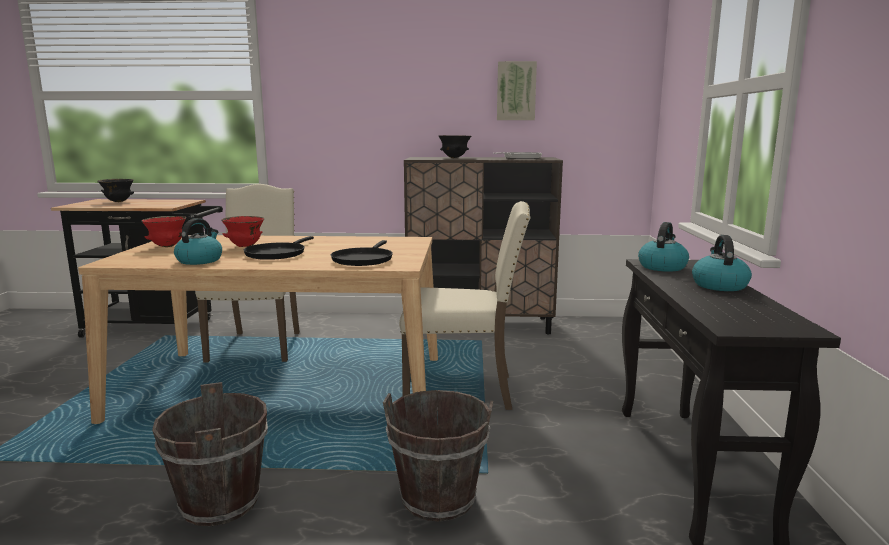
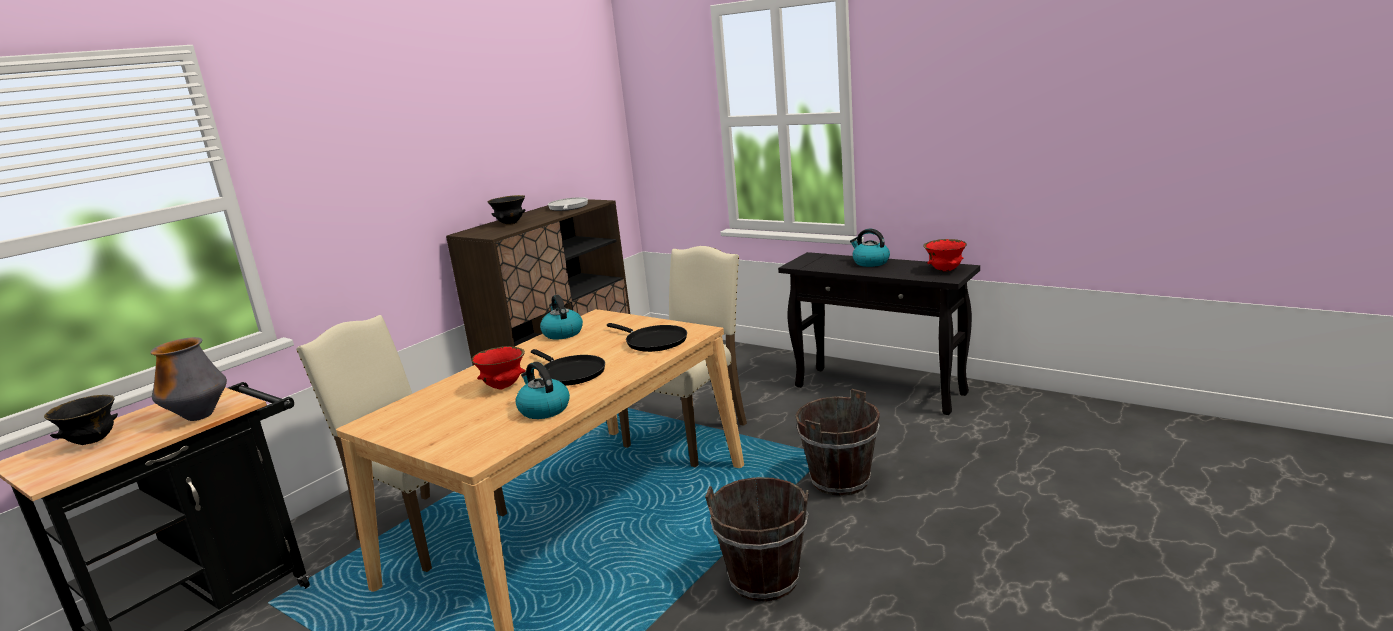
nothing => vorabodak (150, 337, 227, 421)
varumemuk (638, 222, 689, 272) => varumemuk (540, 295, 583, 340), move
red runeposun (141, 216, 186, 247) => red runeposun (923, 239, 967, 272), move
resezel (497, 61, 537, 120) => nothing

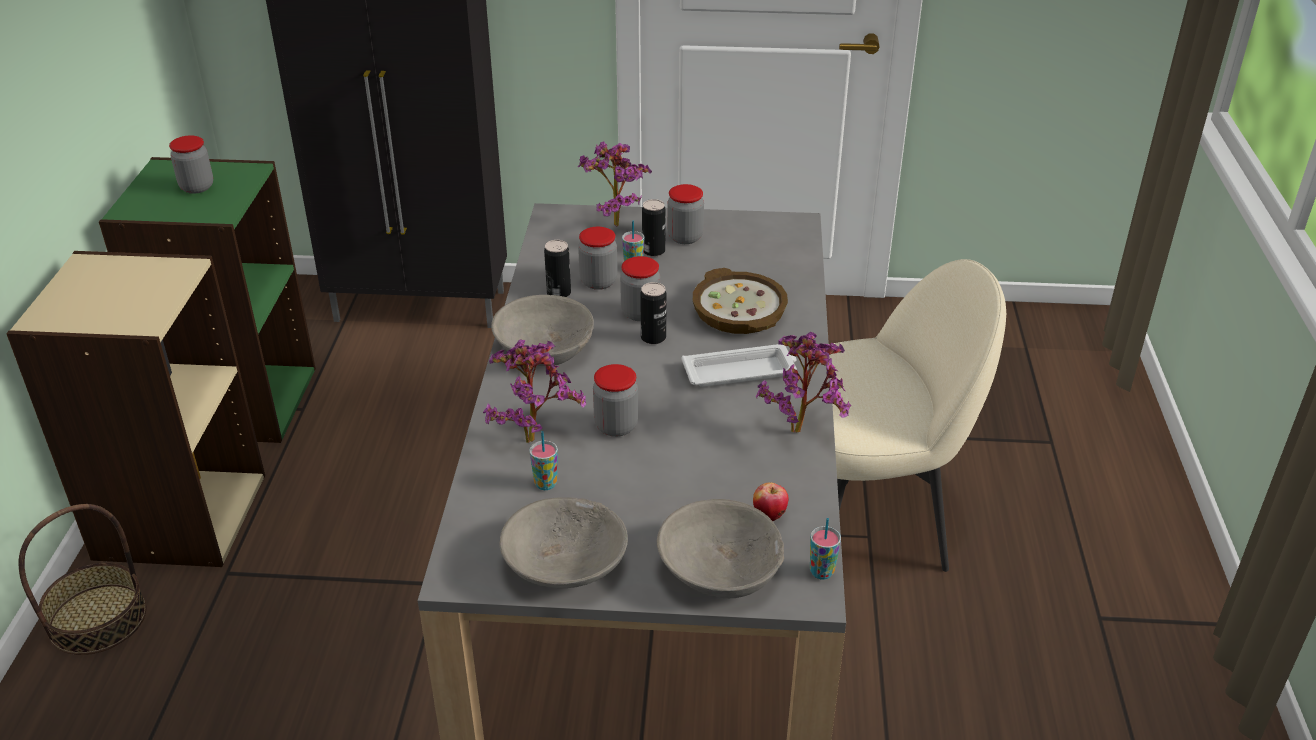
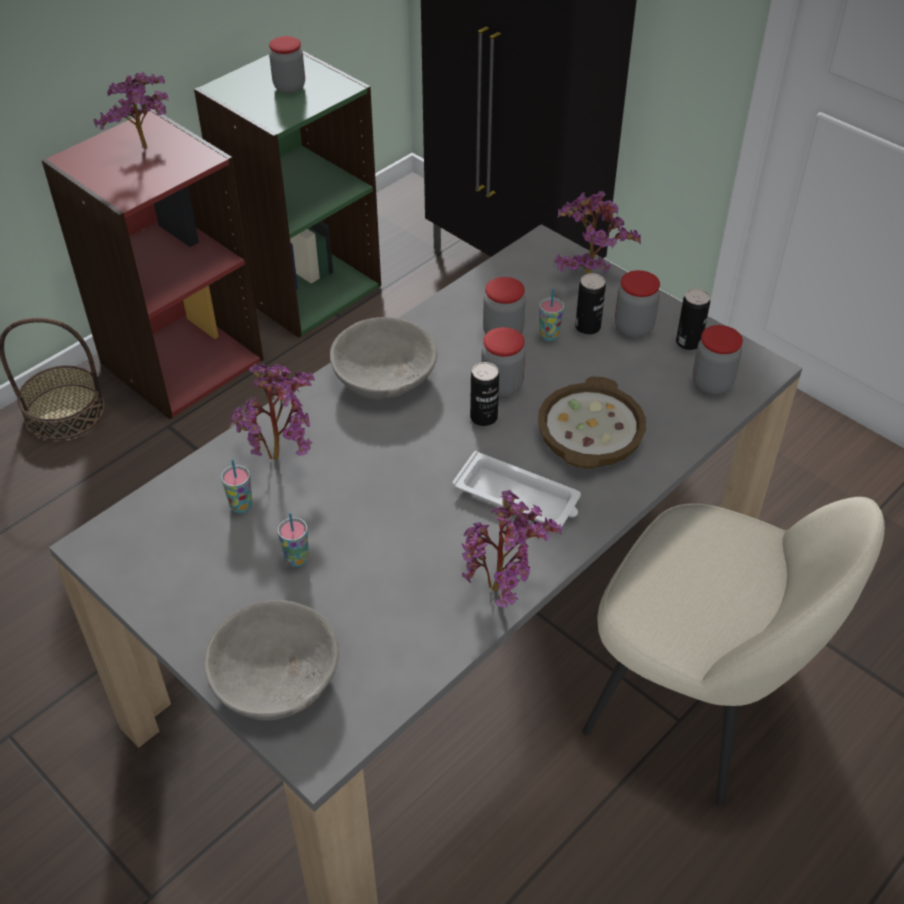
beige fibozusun (6, 251, 265, 567) => red fibozusun (41, 109, 264, 419)
nothing => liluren (93, 72, 169, 149)
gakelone (810, 518, 841, 580) => gakelone (278, 512, 309, 567), move
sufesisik (544, 240, 571, 297) => sufesisik (676, 288, 710, 350), move
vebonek (593, 364, 638, 437) => vebonek (692, 325, 743, 394), move
grey runeposun (500, 497, 628, 588) => nothing
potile (753, 482, 789, 521) => nothing

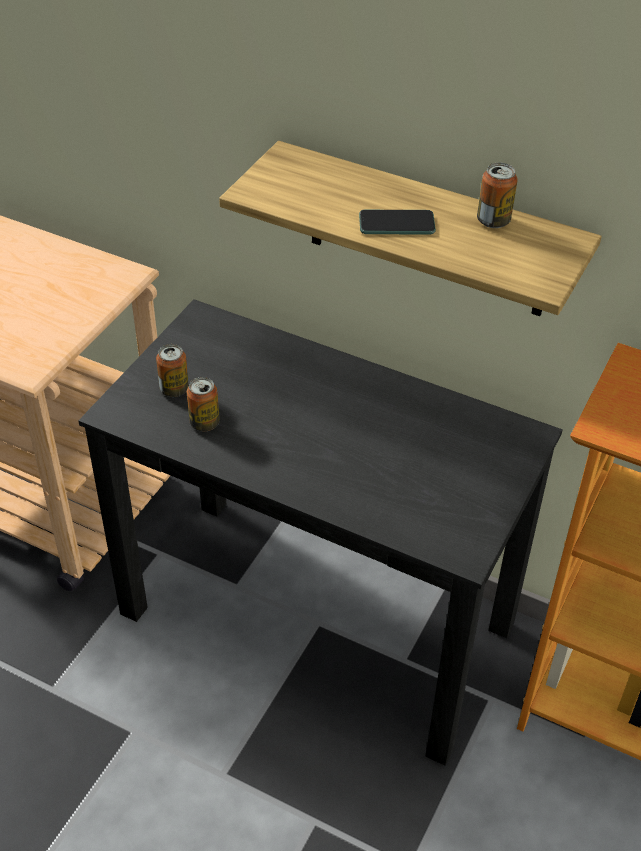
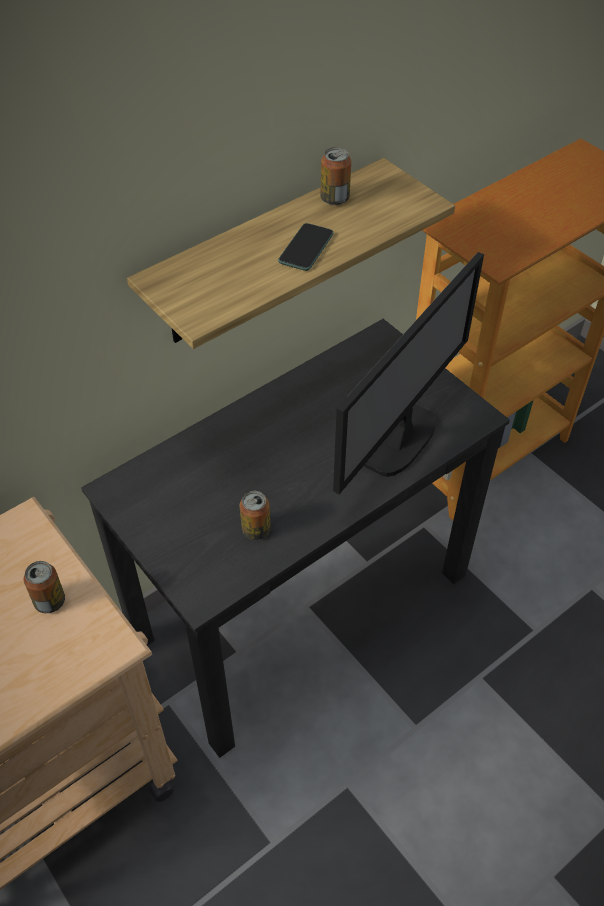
sufesisik (156, 344, 189, 397) => sufesisik (24, 561, 65, 613), move
nothing => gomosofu (333, 252, 484, 495)

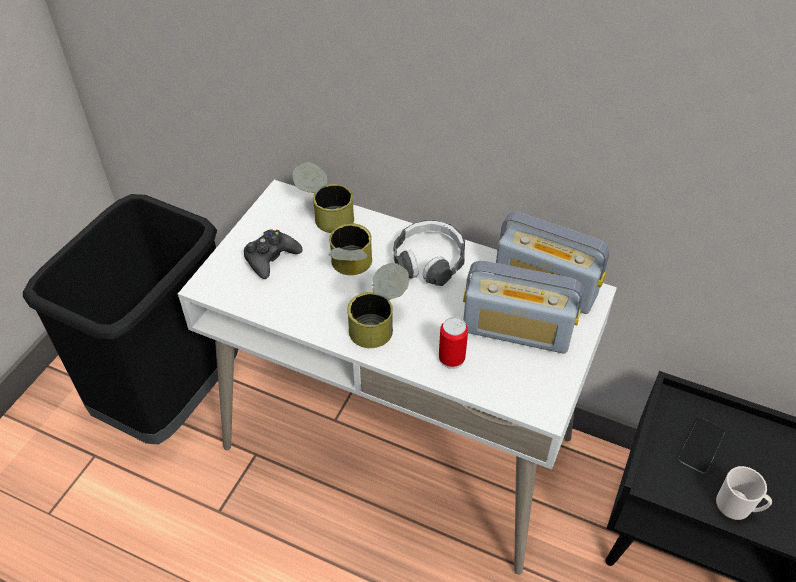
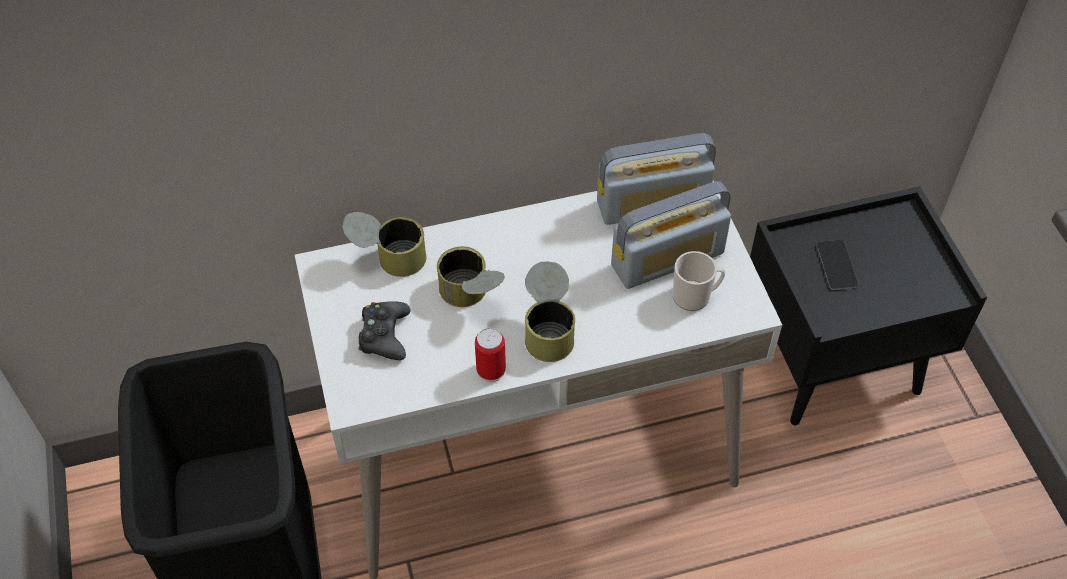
sufesisik (439, 317, 468, 369) => sufesisik (475, 328, 506, 382), move
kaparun (716, 466, 772, 520) => kaparun (673, 251, 725, 311), move
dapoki (393, 220, 465, 286) => nothing

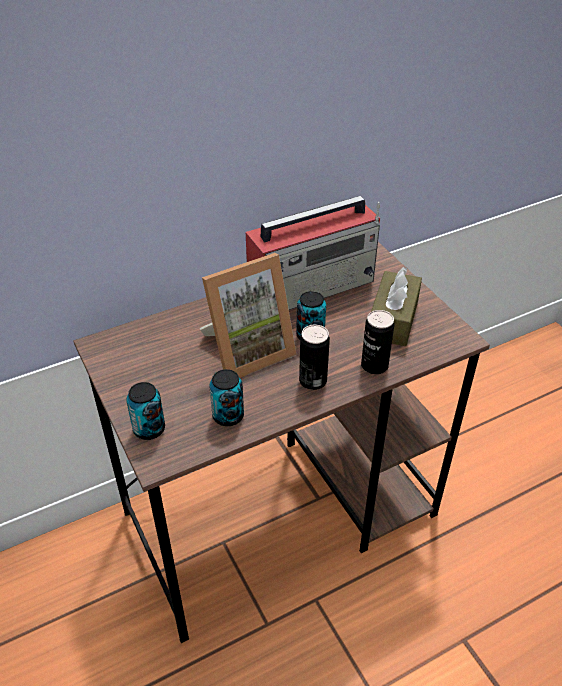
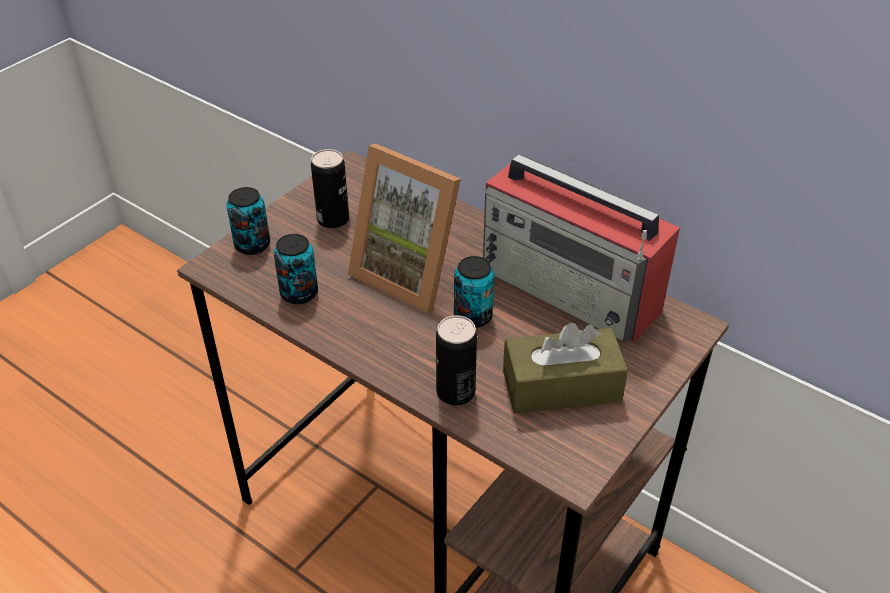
sufesisik (299, 324, 330, 390) => sufesisik (311, 149, 349, 228), move

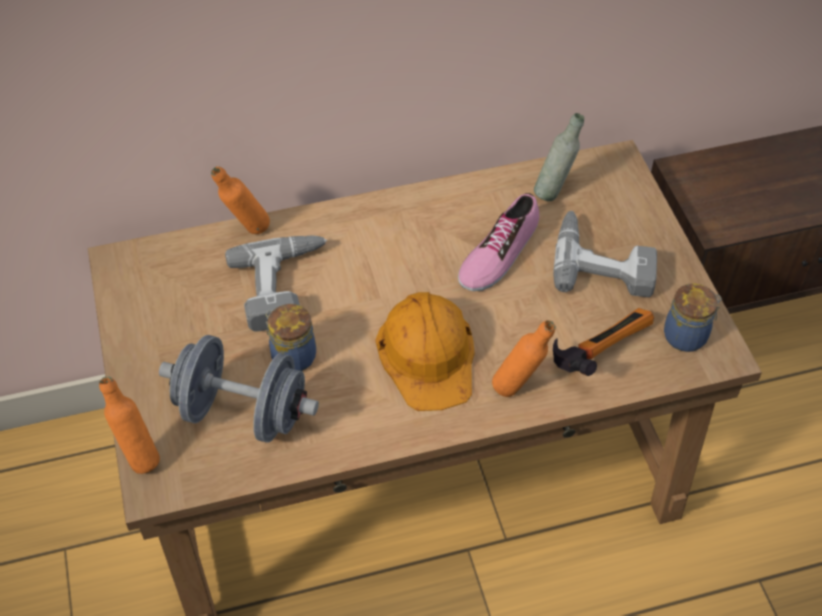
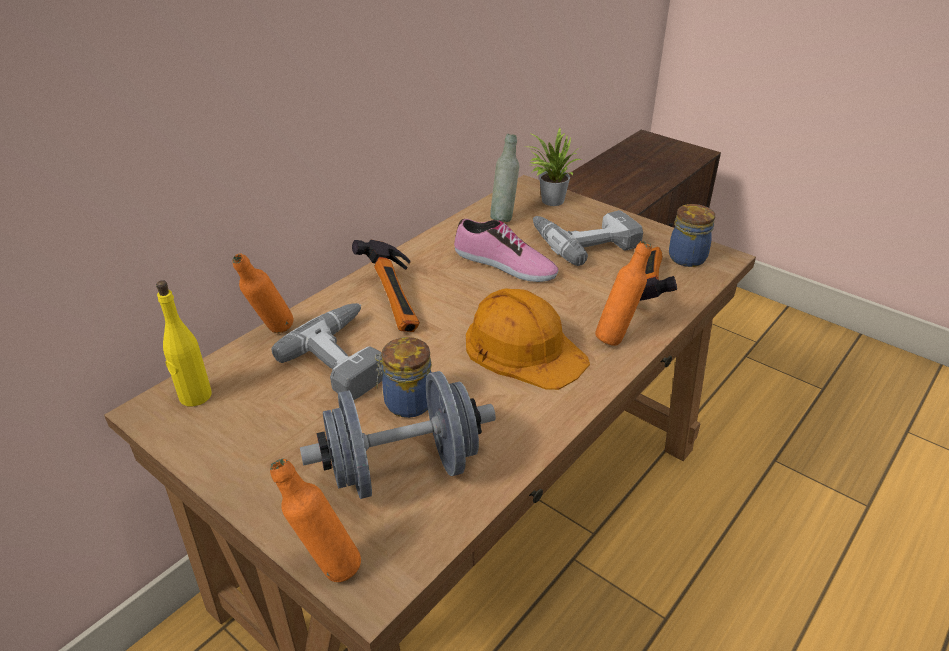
nothing => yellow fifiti (156, 280, 212, 406)
nothing => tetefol (352, 240, 420, 332)
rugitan (458, 193, 539, 291) => rugitan (454, 219, 558, 282), 60 degrees counterclockwise
nothing => liluren (526, 128, 581, 206)

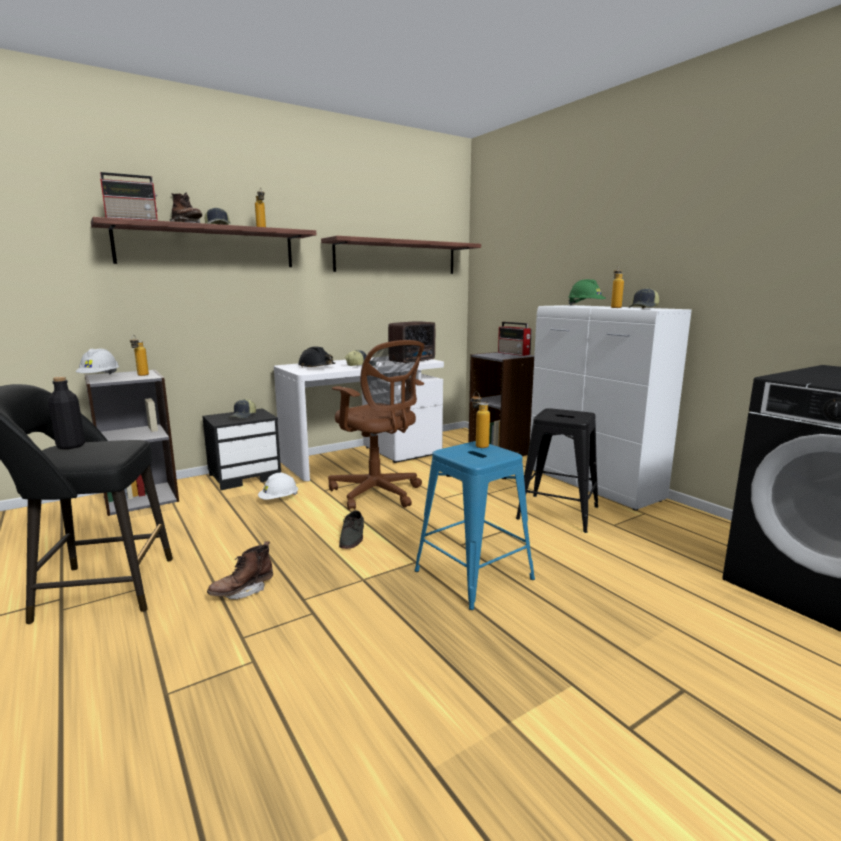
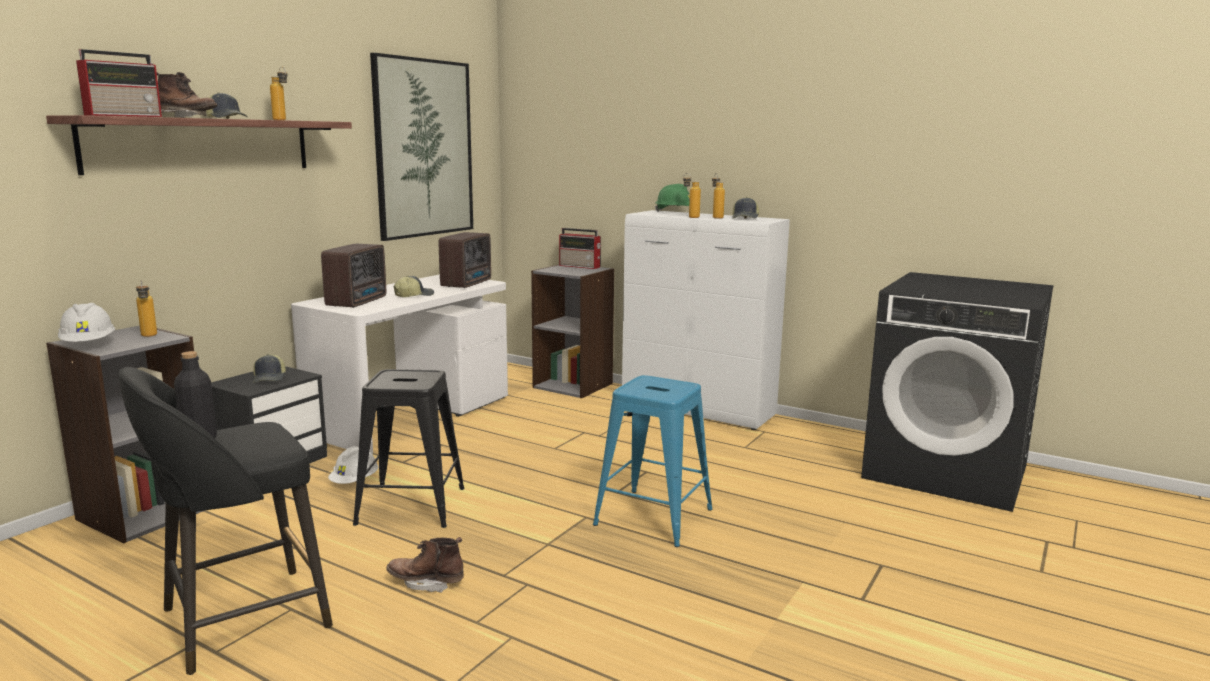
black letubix (298, 346, 335, 368) => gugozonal (321, 244, 386, 308)
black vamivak (516, 408, 598, 533) => black vamivak (353, 369, 464, 528), move
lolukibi (321, 236, 481, 274) => resezel (370, 53, 473, 241)
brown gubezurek (207, 541, 273, 599) => brown gubezurek (386, 537, 464, 592), 75 degrees clockwise
fifiti (472, 391, 490, 448) => fifiti (683, 173, 701, 218), move
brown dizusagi (328, 340, 425, 510) => nothing
grey rugitan (339, 510, 364, 549) => nothing

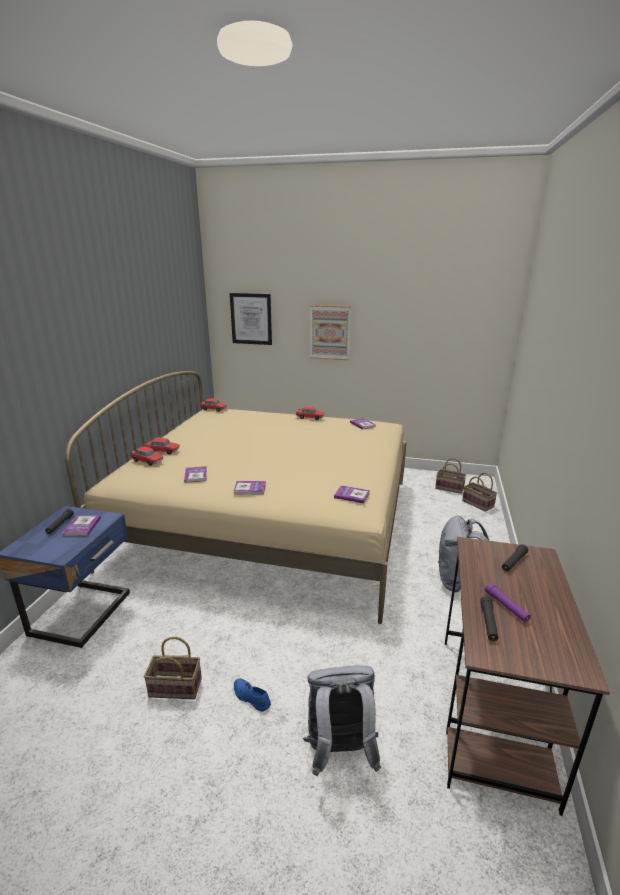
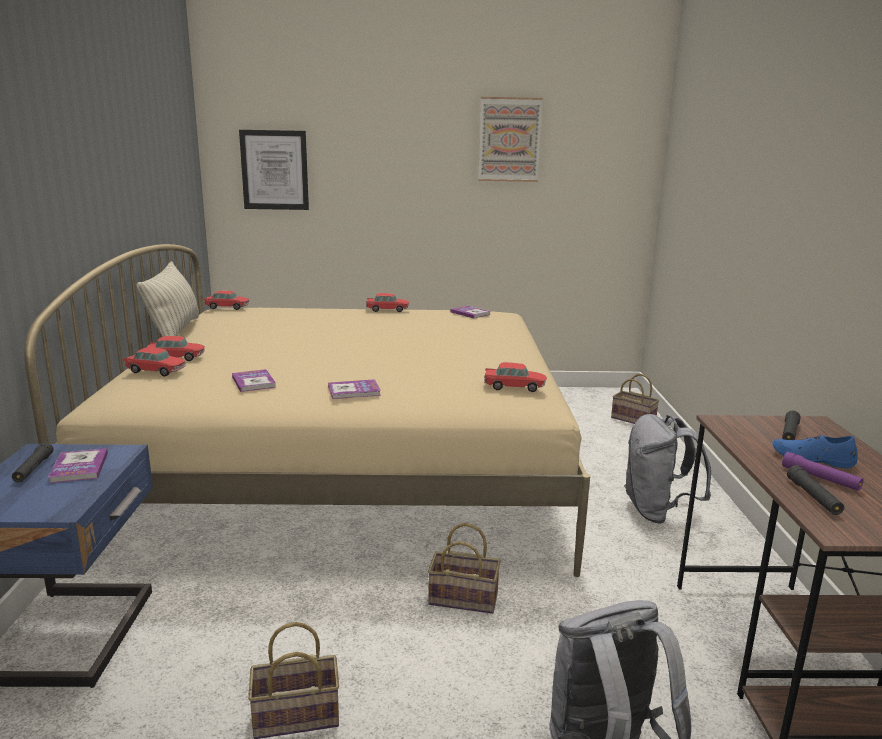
nothing => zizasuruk (136, 261, 199, 337)
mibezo (435, 458, 466, 494) => mibezo (428, 523, 500, 614), move
resezel (310, 305, 351, 360) => resezel (478, 97, 543, 182), move
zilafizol (334, 485, 370, 503) => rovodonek (484, 362, 547, 392)
blue rugitan (234, 678, 271, 712) => blue rugitan (772, 435, 858, 468), move

